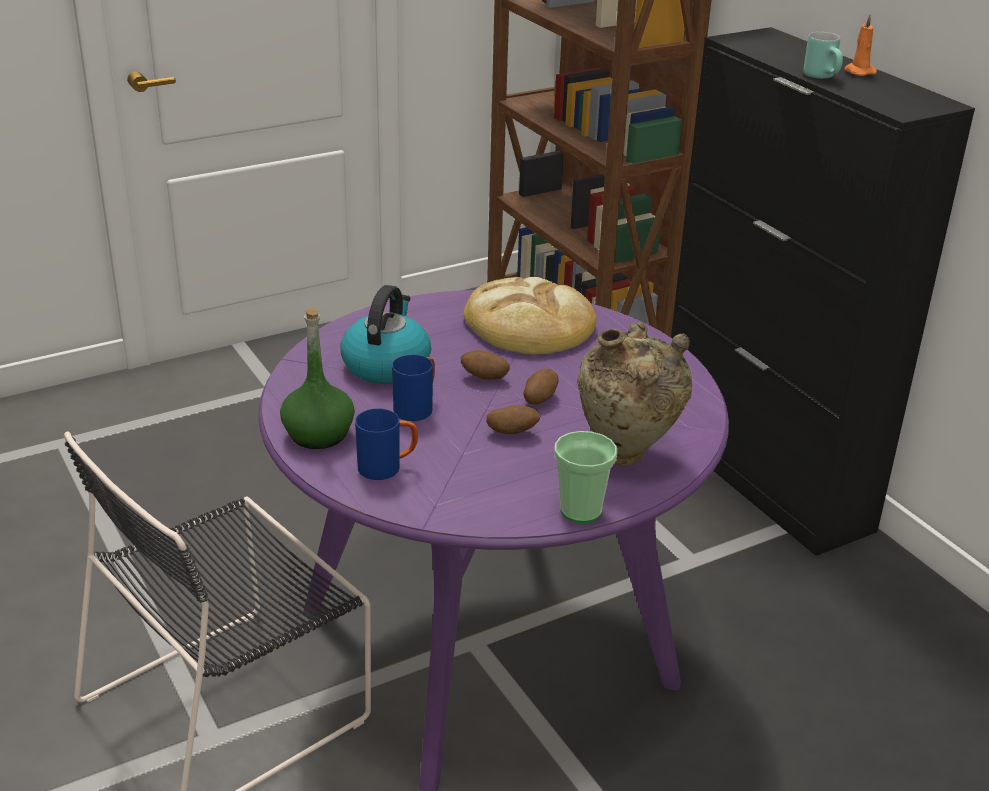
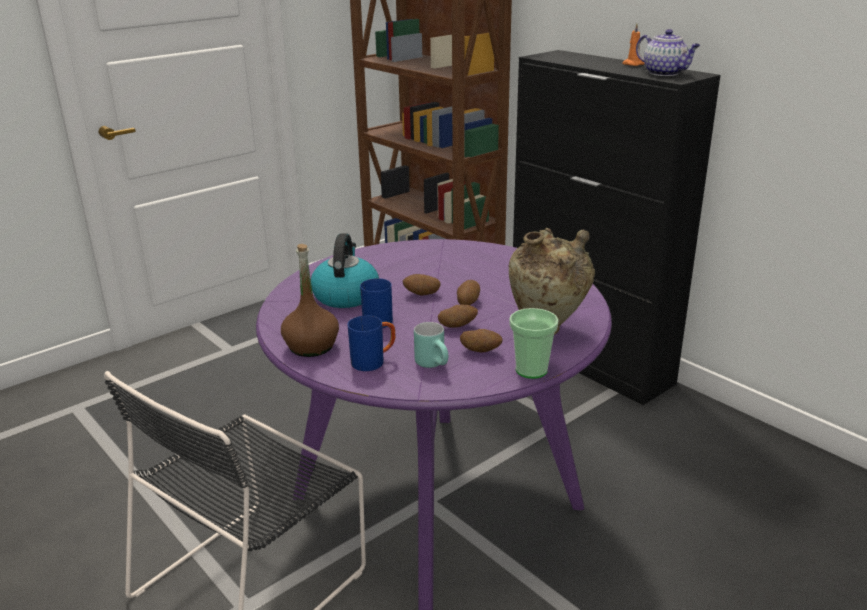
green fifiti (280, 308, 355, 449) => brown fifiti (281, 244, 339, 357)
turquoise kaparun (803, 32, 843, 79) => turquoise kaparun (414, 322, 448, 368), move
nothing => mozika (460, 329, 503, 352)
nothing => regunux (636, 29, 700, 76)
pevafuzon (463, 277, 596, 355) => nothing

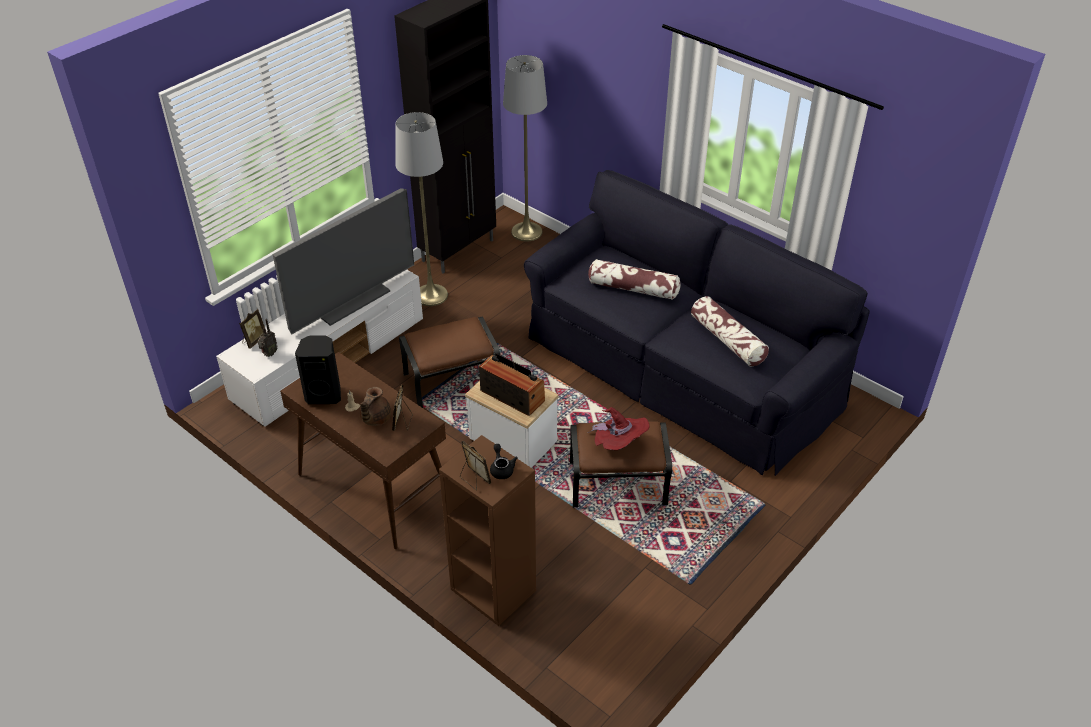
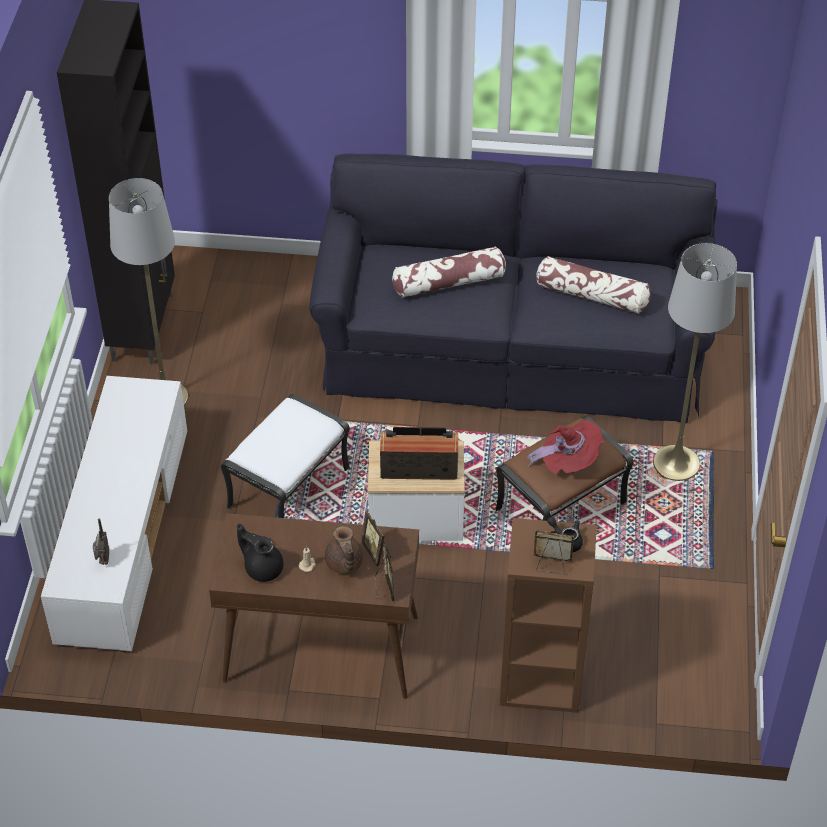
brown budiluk (399, 317, 500, 408) => white budiluk (221, 394, 350, 518)
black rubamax (295, 335, 341, 404) => black regunux (237, 524, 284, 582)
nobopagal (239, 309, 267, 349) => nobopagal (375, 544, 395, 602), move
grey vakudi (503, 55, 547, 242) => grey vakudi (653, 243, 737, 481), move
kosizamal (273, 188, 414, 334) => nothing

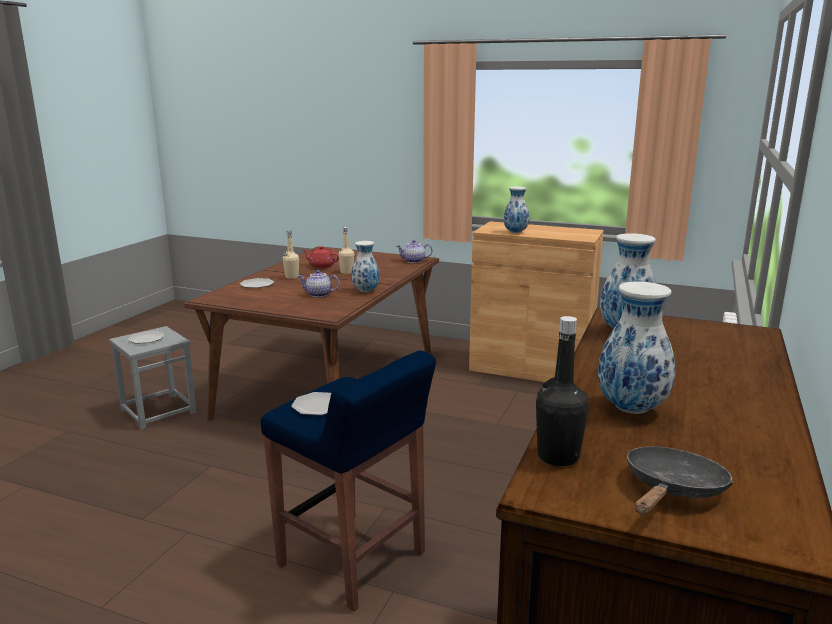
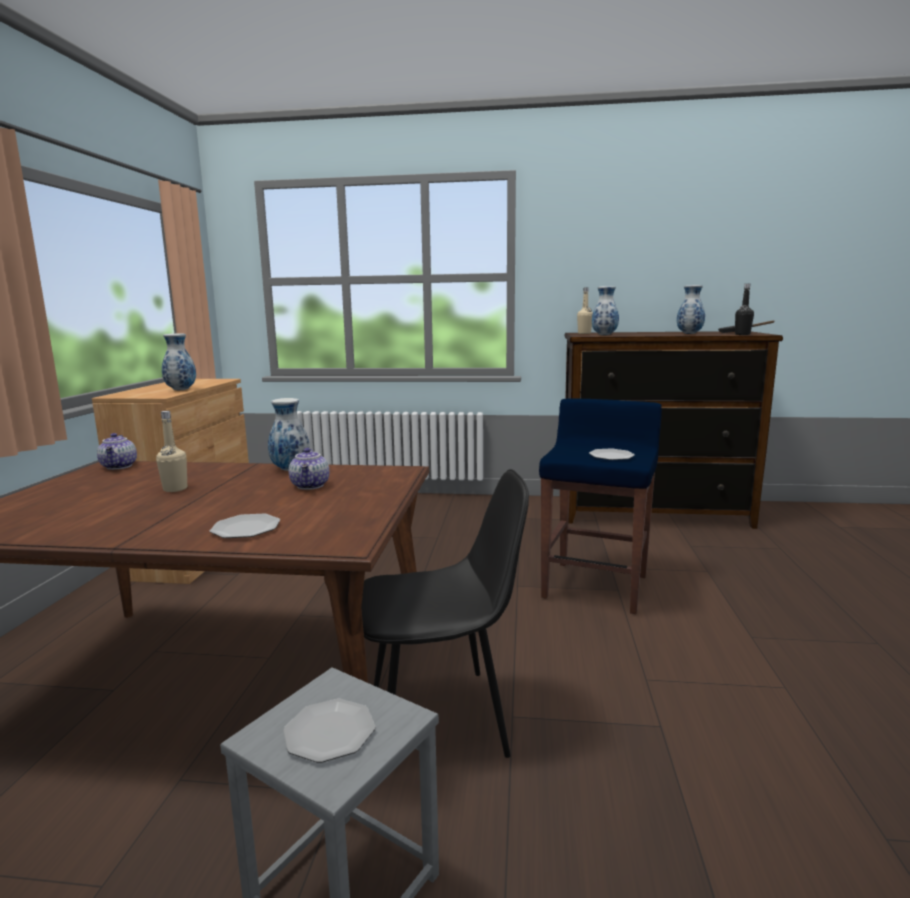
nothing => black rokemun (361, 469, 529, 758)
beige fifiti (283, 231, 299, 279) => beige fifiti (577, 287, 593, 334), move
red regunux (302, 246, 339, 268) => nothing

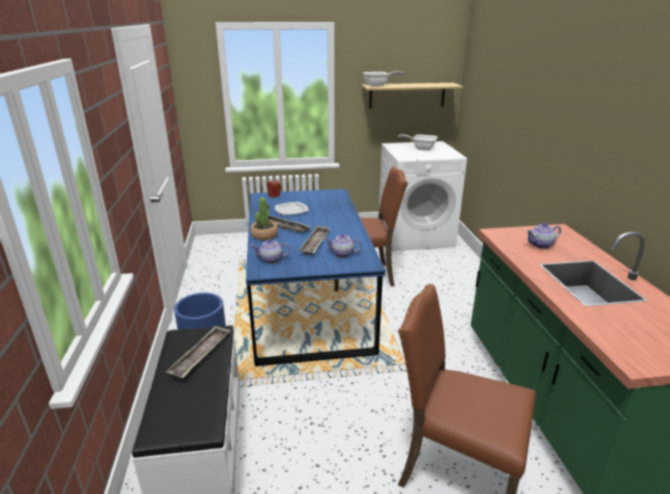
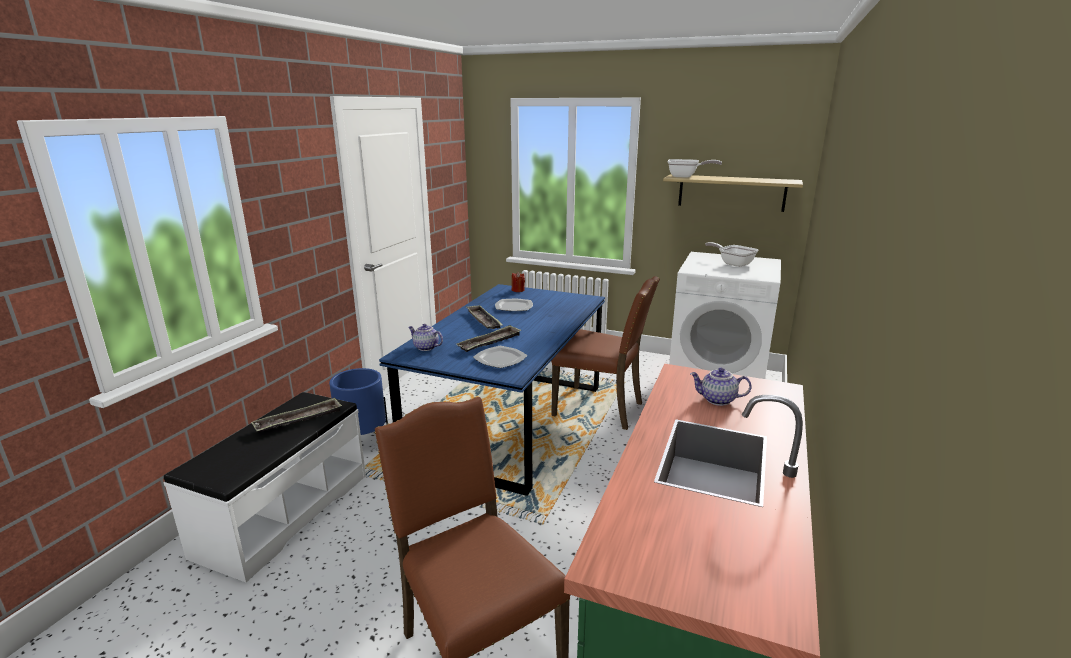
regunux (324, 234, 362, 258) => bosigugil (473, 346, 528, 368)
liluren (251, 197, 278, 240) => nothing

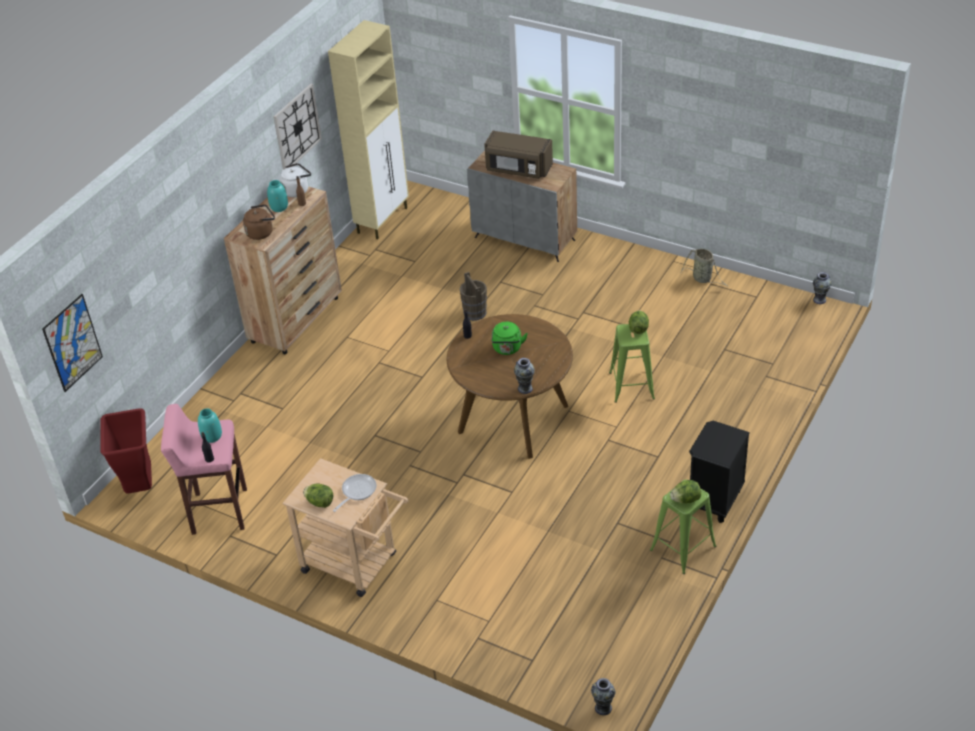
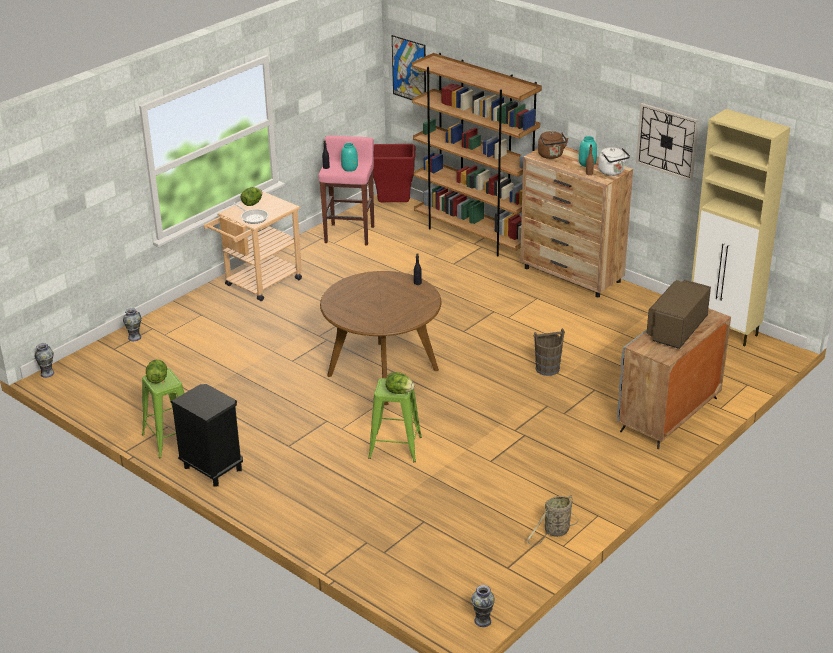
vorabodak (514, 358, 535, 394) => vorabodak (123, 308, 142, 341), move
nothing => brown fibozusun (412, 53, 542, 257)
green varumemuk (491, 322, 528, 355) => nothing

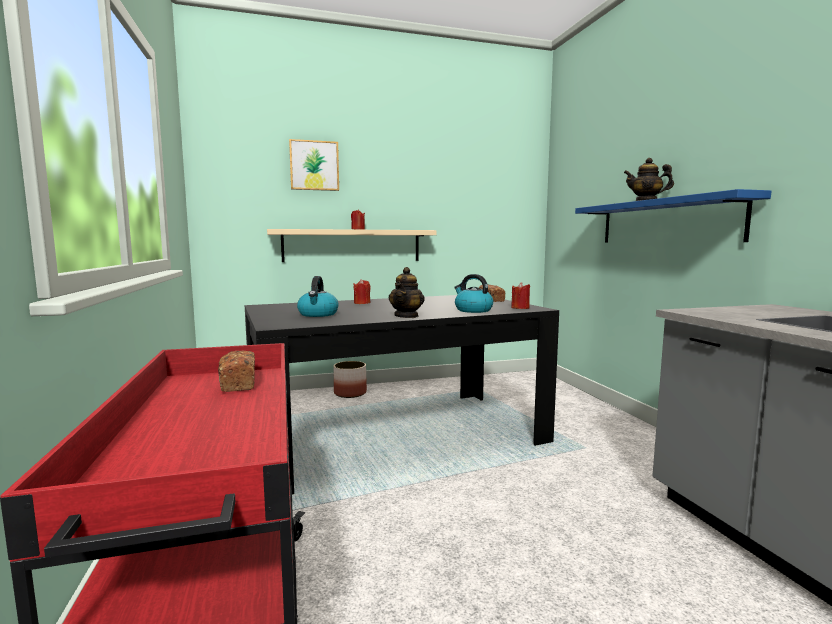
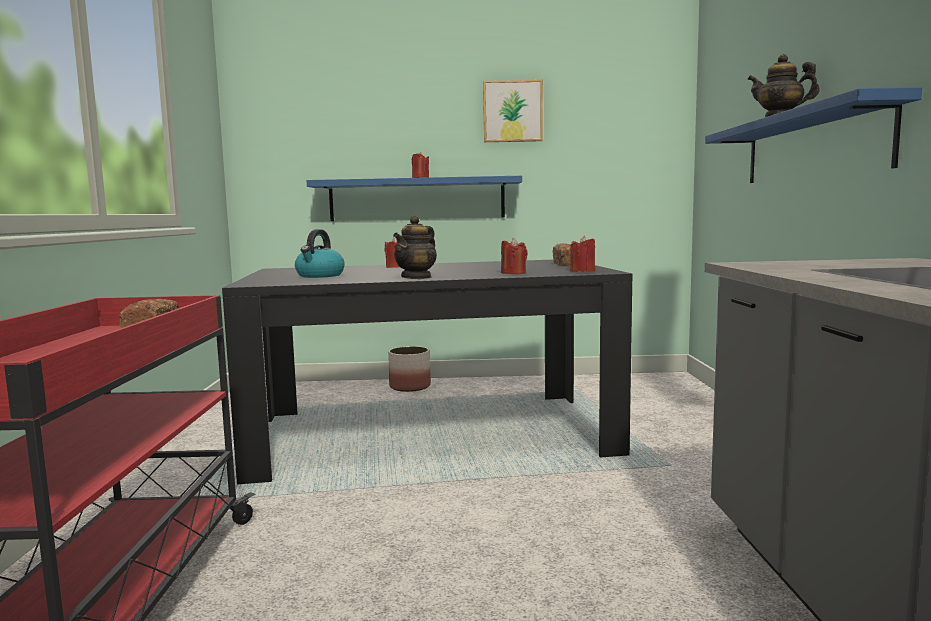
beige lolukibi (267, 229, 437, 262) => blue lolukibi (307, 176, 522, 221)
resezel (289, 139, 339, 191) => resezel (483, 80, 543, 142), move
varumemuk (454, 274, 493, 313) => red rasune (501, 238, 528, 274)

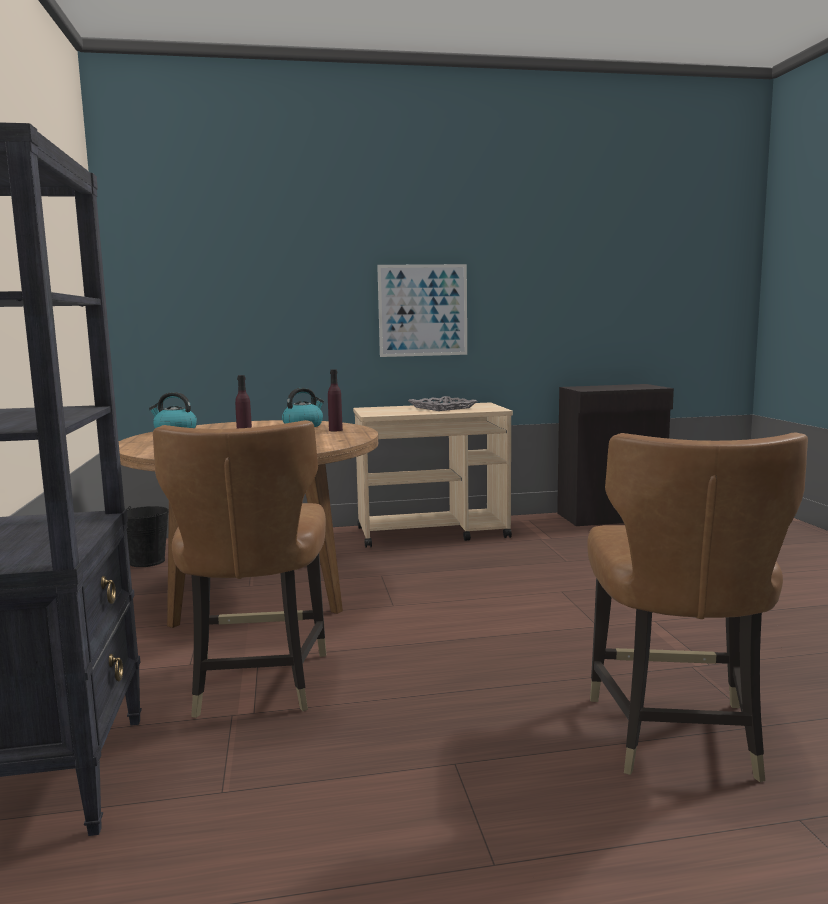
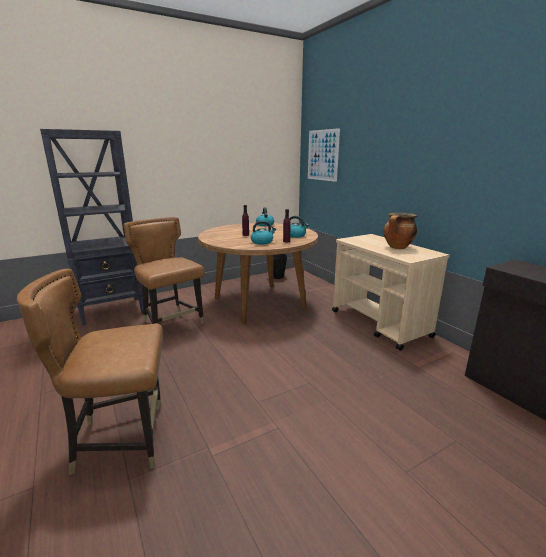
brown rokemun (153, 420, 326, 718) => brown rokemun (124, 217, 204, 324), 75 degrees clockwise
nothing => varumemuk (251, 221, 276, 244)
resezel (377, 264, 467, 357) => resezel (308, 128, 340, 182), move
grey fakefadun (408, 396, 477, 411) => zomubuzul (383, 213, 417, 249)

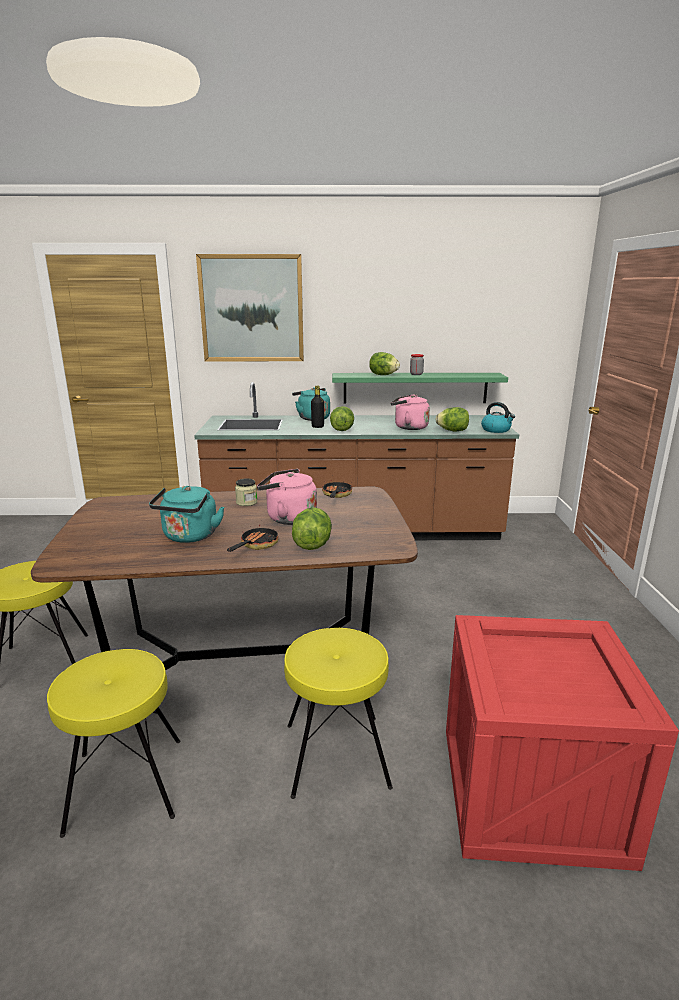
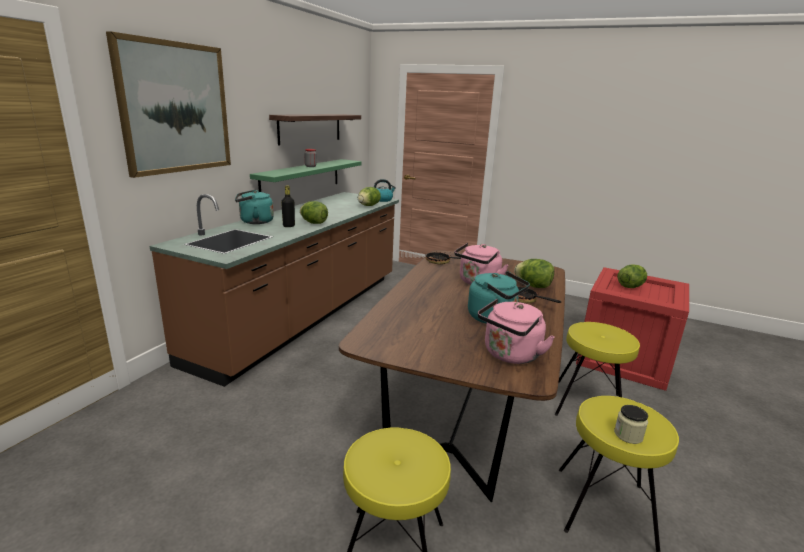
nothing => lolukibi (269, 114, 361, 146)
pink varumemuk (391, 394, 430, 430) => pink varumemuk (478, 299, 555, 364), move
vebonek (235, 478, 257, 506) => vebonek (614, 405, 648, 444), move
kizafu (369, 352, 400, 375) => kizafu (618, 265, 647, 288), move

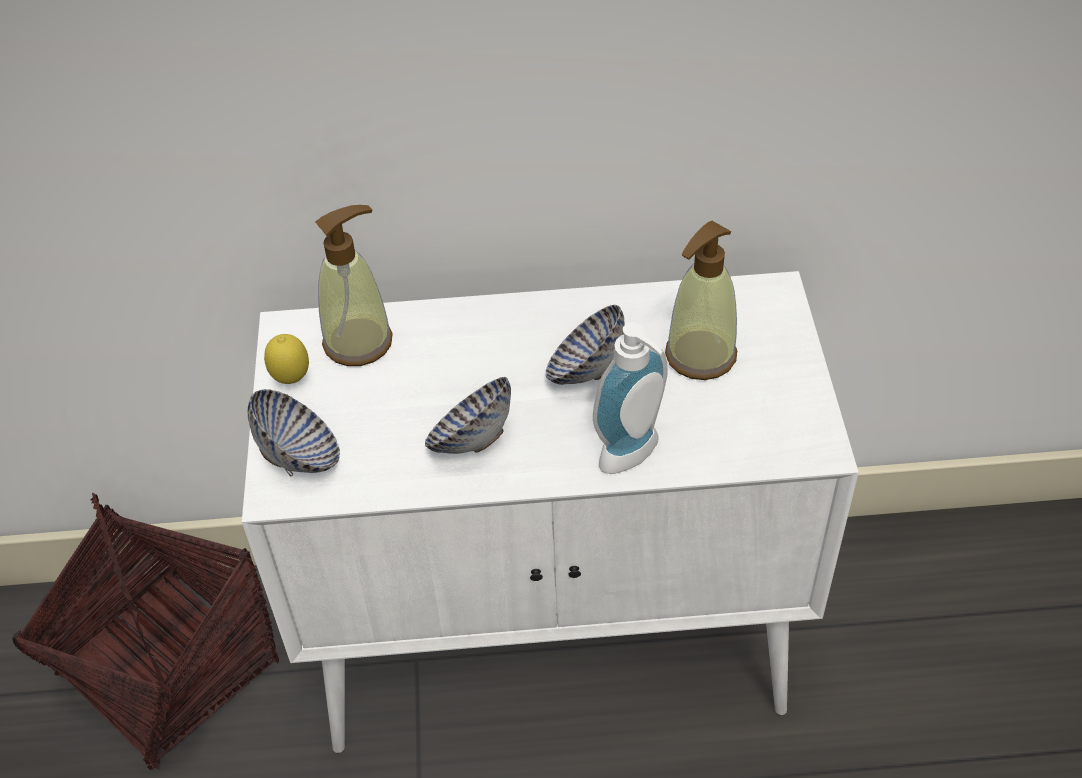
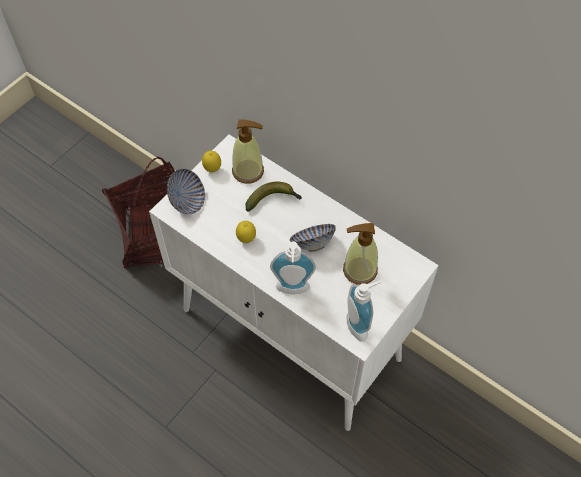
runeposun (425, 377, 511, 454) => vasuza (236, 221, 256, 243)
nothing => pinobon (245, 182, 302, 212)
nothing => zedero (346, 281, 382, 342)

